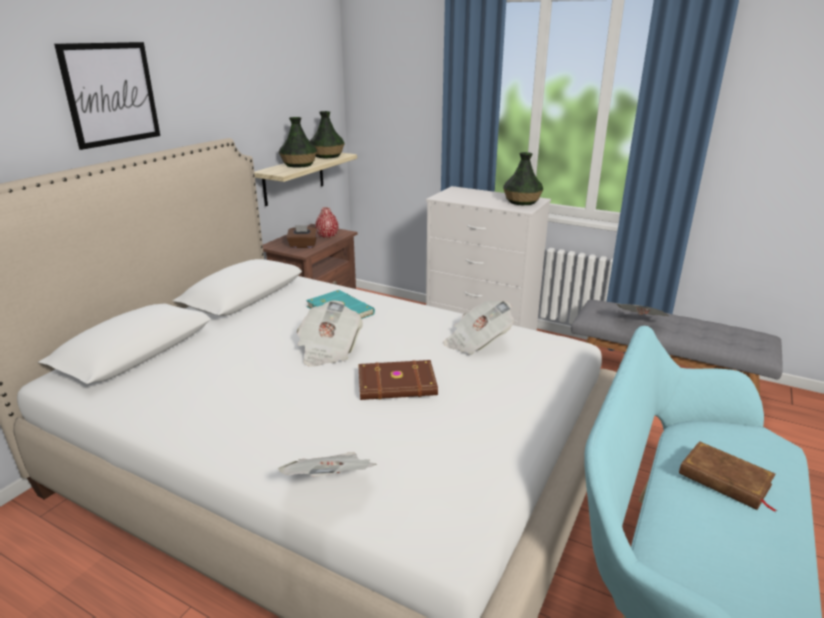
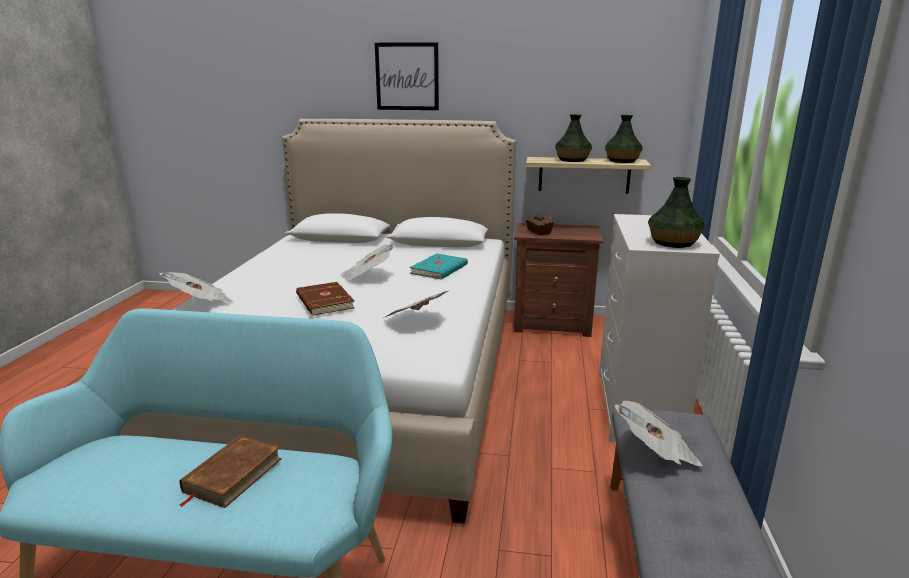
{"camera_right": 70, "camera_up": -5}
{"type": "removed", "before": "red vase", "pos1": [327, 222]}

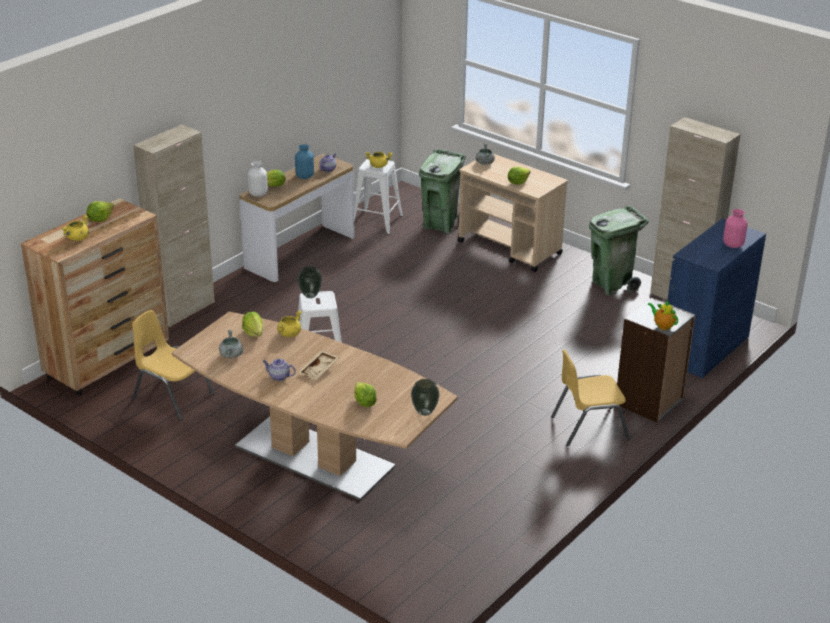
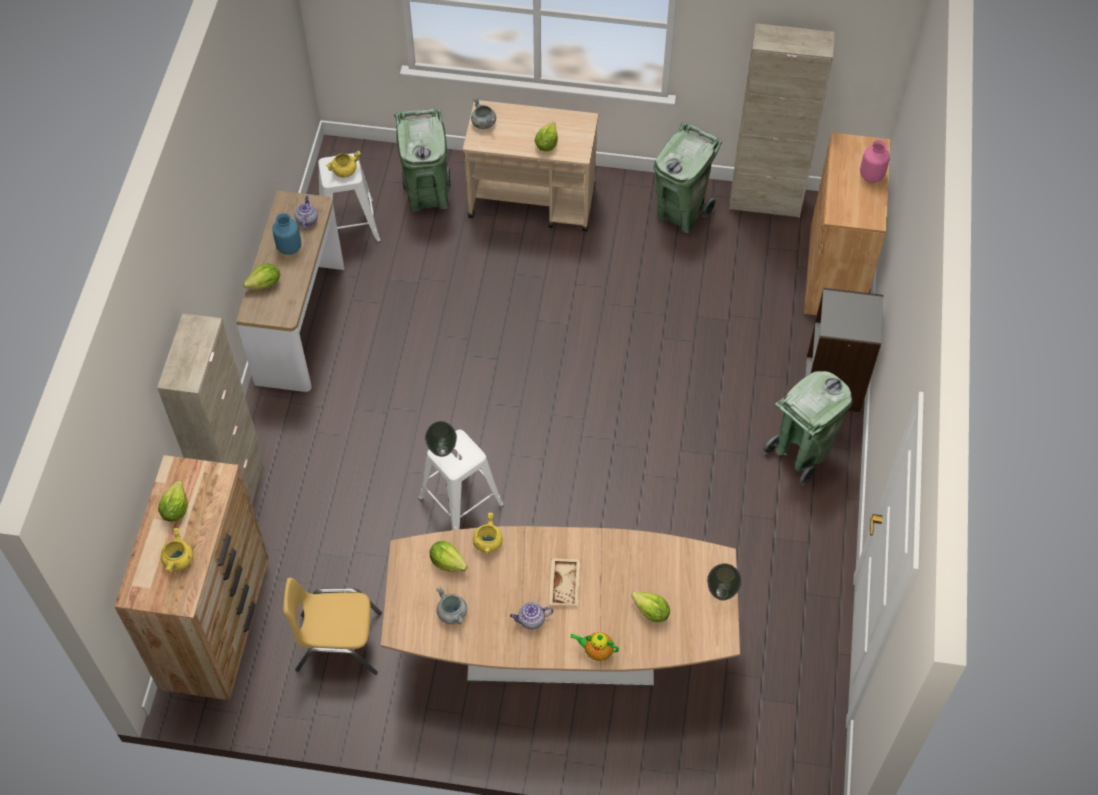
{"camera_right": -30, "camera_up": 25}
{"type": "removed", "before": "white vase", "pos1": [258, 179]}
{"type": "moved", "before": "teapot", "pos1": [662, 315], "pos2": [594, 646]}
{"type": "replaced", "before": "yellow chair", "after": "green trash can", "pos1": [590, 398], "pos2": [808, 428]}
{"type": "recoloured", "before": "blue cabinet", "after": "brown cabinet", "pos1": [716, 298], "pos2": [847, 223]}

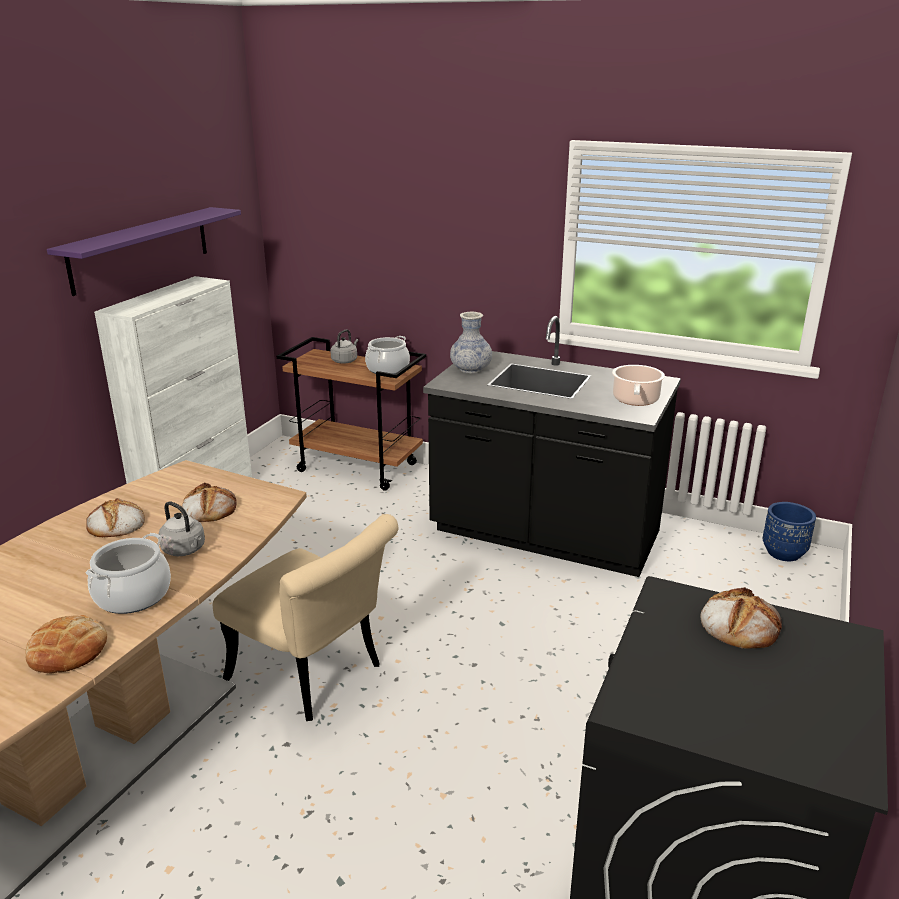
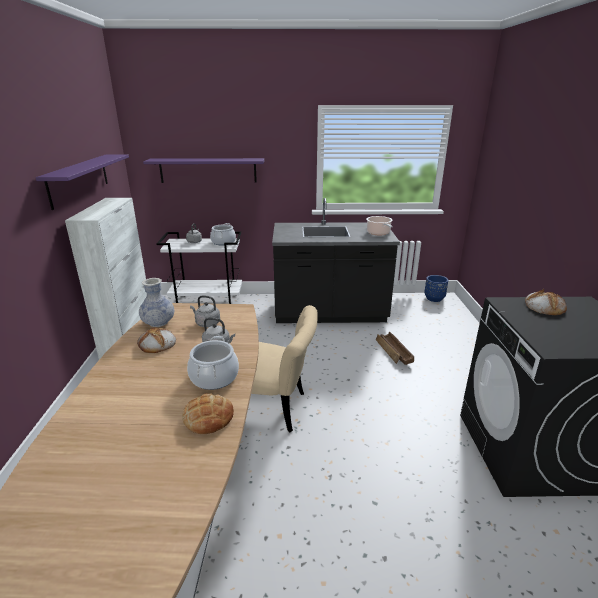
{"camera_right": -25, "camera_up": 0}
{"type": "added", "after": "purple shelf", "pos2": [204, 170]}
{"type": "added", "after": "crate", "pos2": [395, 348]}
{"type": "moved", "before": "vase", "pos1": [471, 342], "pos2": [156, 302]}
{"type": "replaced", "before": "bread", "after": "grey kettle", "pos1": [209, 502], "pos2": [205, 311]}
{"type": "recoloured", "before": "brown cart", "after": "white cart", "pos1": [351, 414], "pos2": [199, 268]}

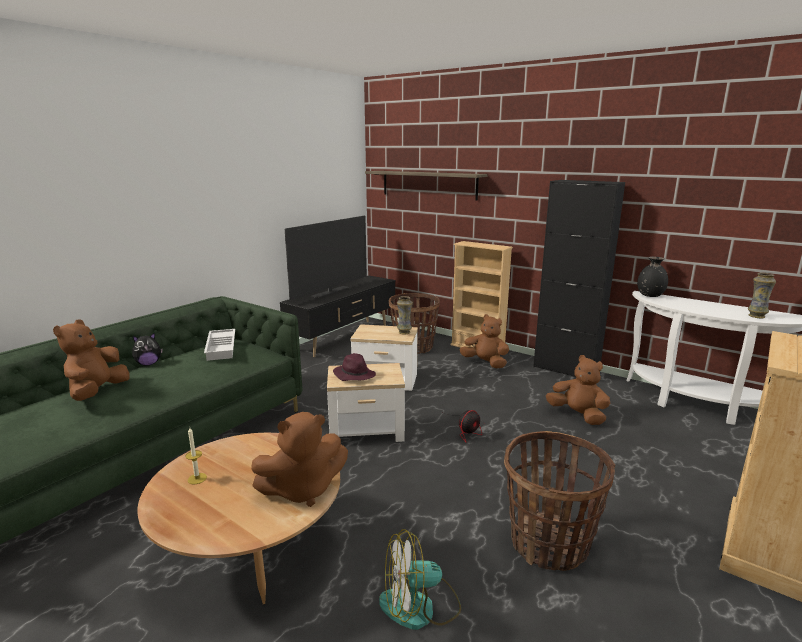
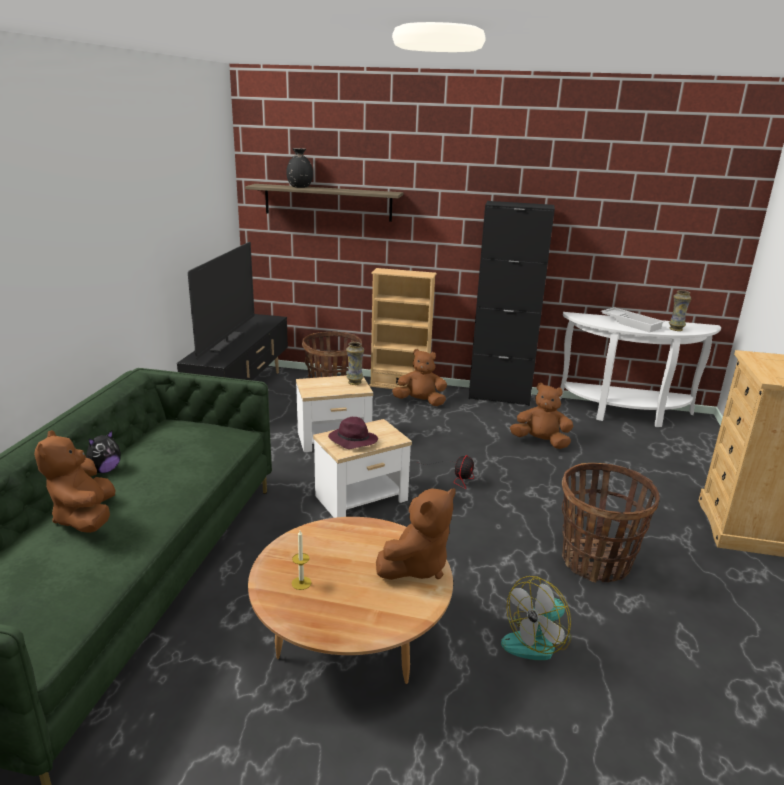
{"camera_right": -25, "camera_up": 5}
{"type": "moved", "before": "white tray", "pos1": [219, 345], "pos2": [633, 320]}
{"type": "moved", "before": "black vase", "pos1": [652, 277], "pos2": [299, 168]}

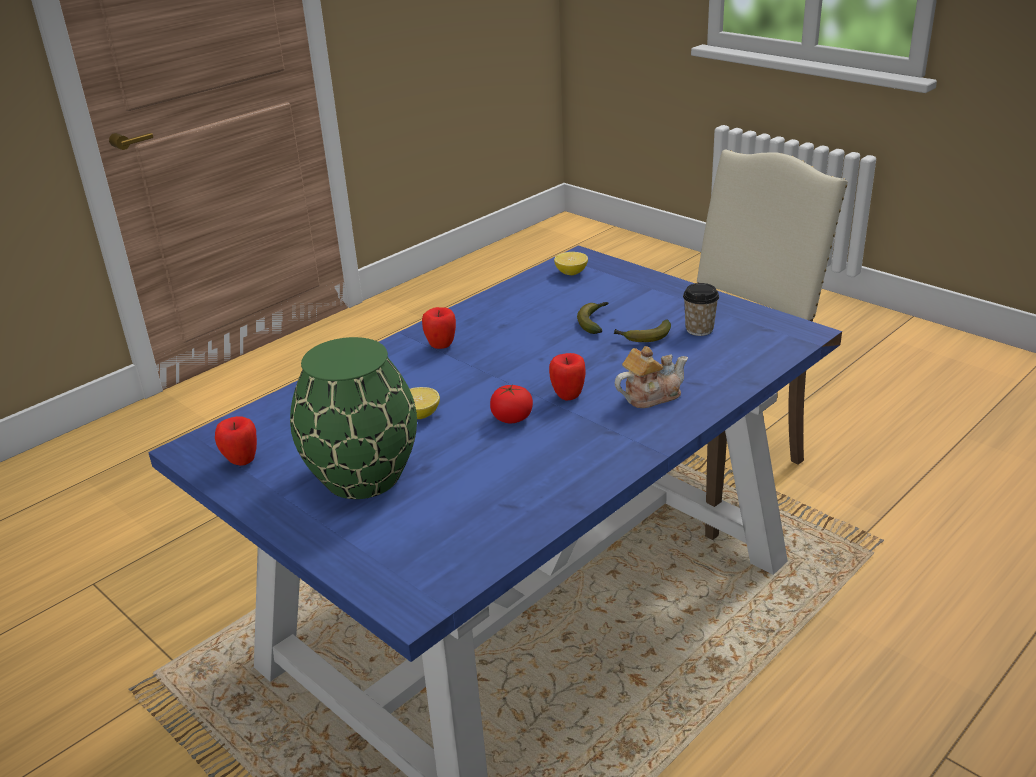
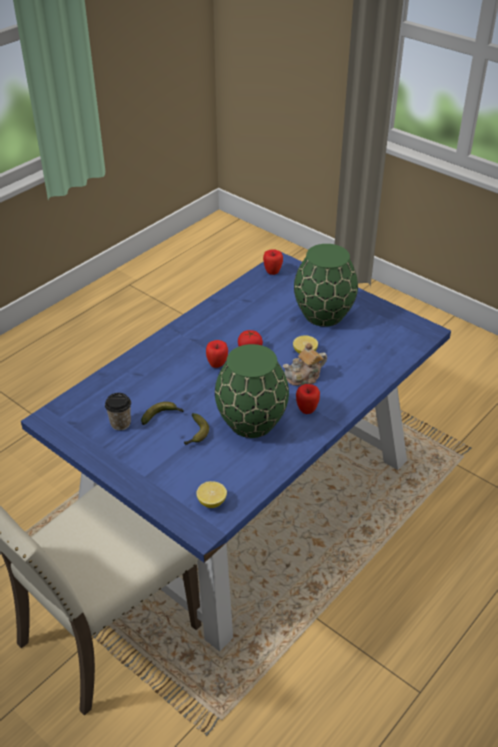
{"camera_right": 175, "camera_up": 10}
{"type": "added", "after": "green vase", "pos2": [252, 391]}
{"type": "moved", "before": "apple", "pos1": [236, 441], "pos2": [273, 262]}
{"type": "moved", "before": "teapot", "pos1": [651, 377], "pos2": [305, 364]}

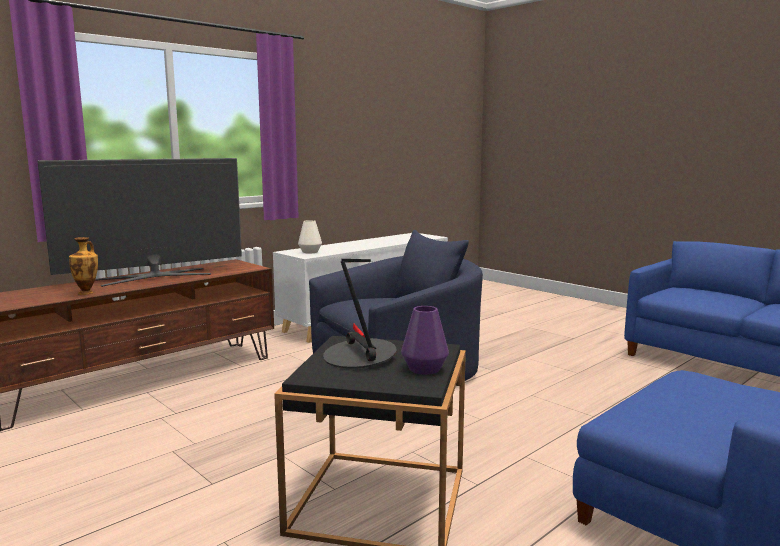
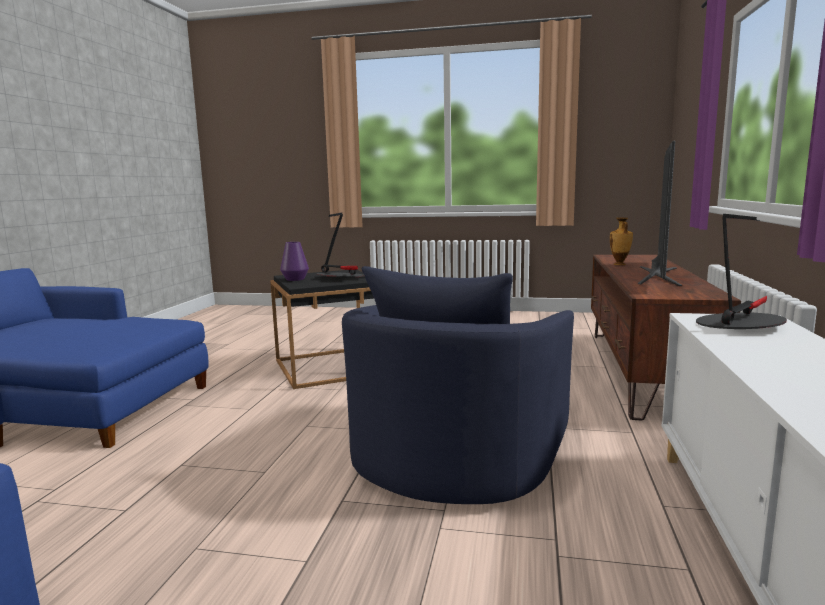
{"camera_right": 145, "camera_up": 0}
{"type": "replaced", "before": "white vase", "after": "table lamp", "pos1": [310, 236], "pos2": [741, 271]}

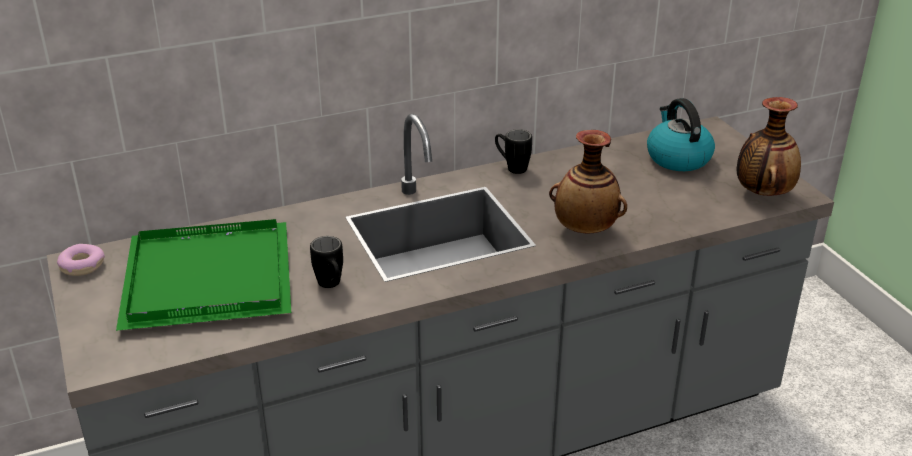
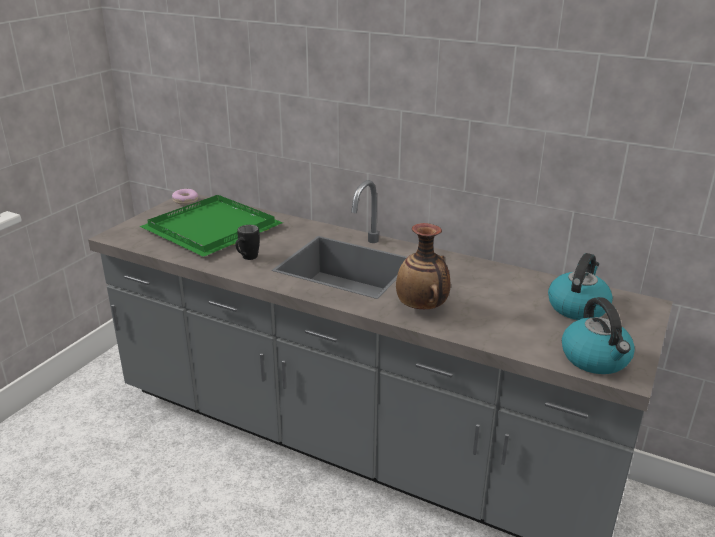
{"camera_right": 50, "camera_up": -5}
{"type": "removed", "before": "black mug", "pos1": [513, 151]}
{"type": "replaced", "before": "vase", "after": "kettle", "pos1": [769, 146], "pos2": [598, 335]}

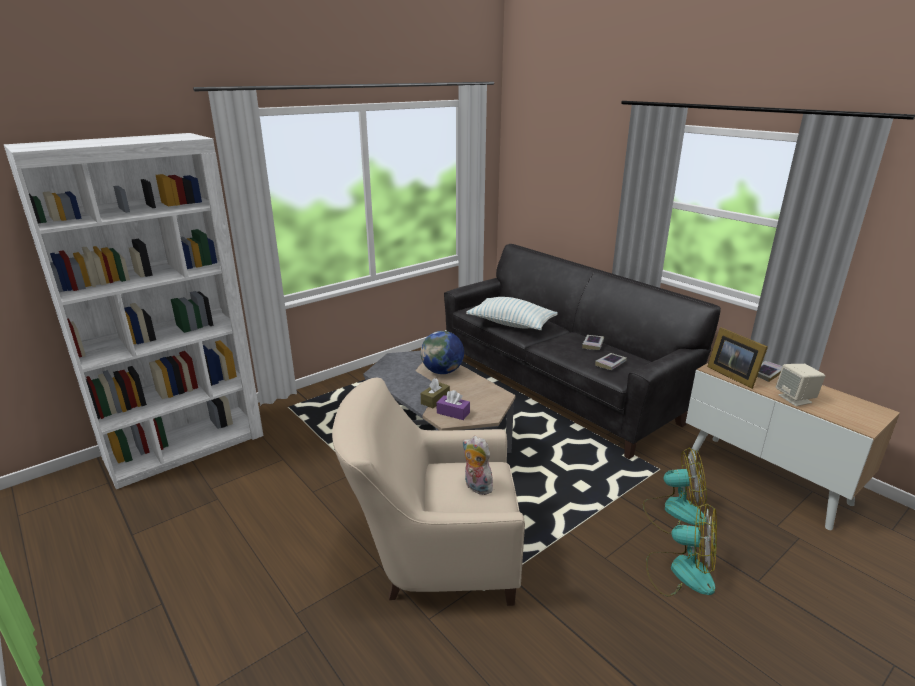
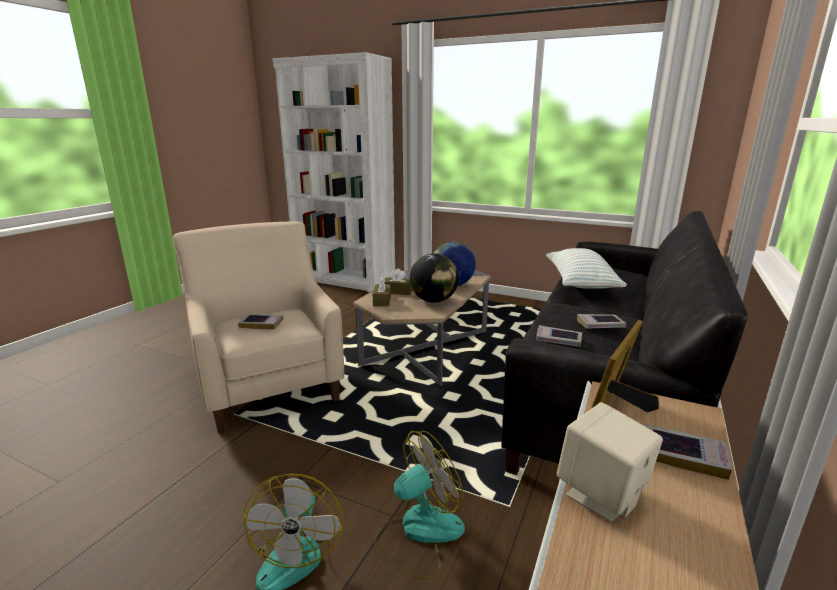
{"camera_right": 65, "camera_up": -5}
{"type": "added", "after": "globe", "pos2": [434, 278]}
{"type": "replaced", "before": "plush toy", "after": "book", "pos1": [478, 465], "pos2": [261, 322]}
{"type": "recoloured", "before": "purple tissue box", "after": "brown tissue box", "pos1": [453, 405], "pos2": [382, 291]}
{"type": "turned", "before": "fan", "pos1": [675, 491], "pos2": [419, 505], "turn": -105}

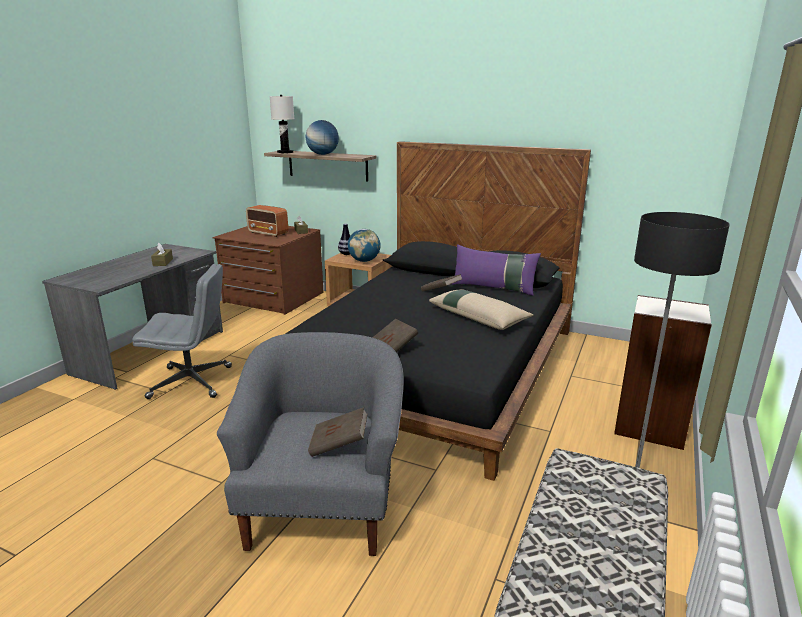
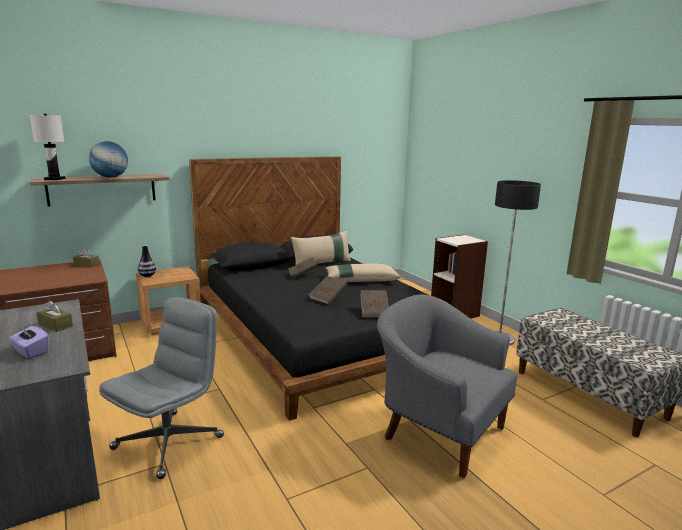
{"camera_right": -55, "camera_up": -5}
{"type": "removed", "before": "radio", "pos1": [267, 221]}
{"type": "removed", "before": "globe", "pos1": [364, 245]}
{"type": "added", "after": "purple tissue box", "pos2": [29, 341]}
{"type": "moved", "before": "brown book", "pos1": [338, 432], "pos2": [327, 290]}
{"type": "recoloured", "before": "purple pillow", "after": "beige pillow", "pos1": [496, 270], "pos2": [320, 247]}

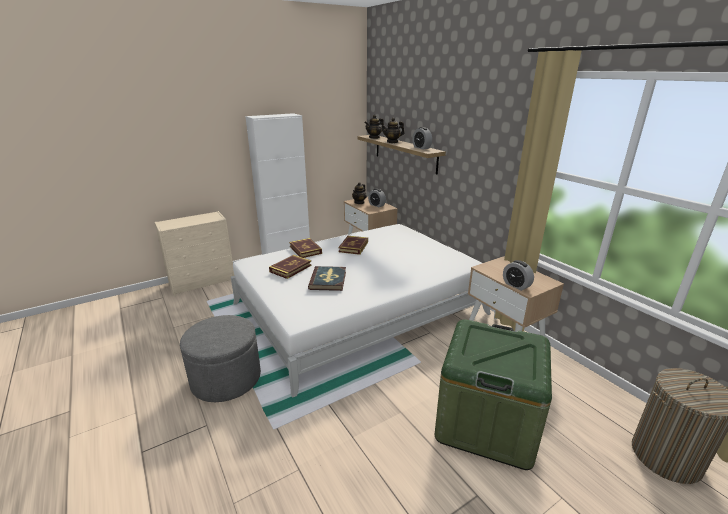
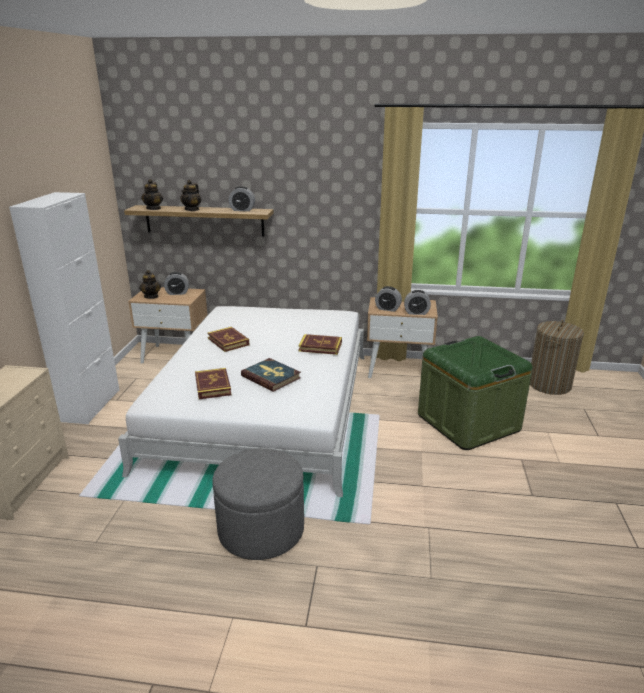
{"camera_right": -50, "camera_up": 0}
{"type": "added", "after": "alarm clock", "pos2": [388, 299]}
{"type": "moved", "before": "book", "pos1": [305, 248], "pos2": [320, 344]}

